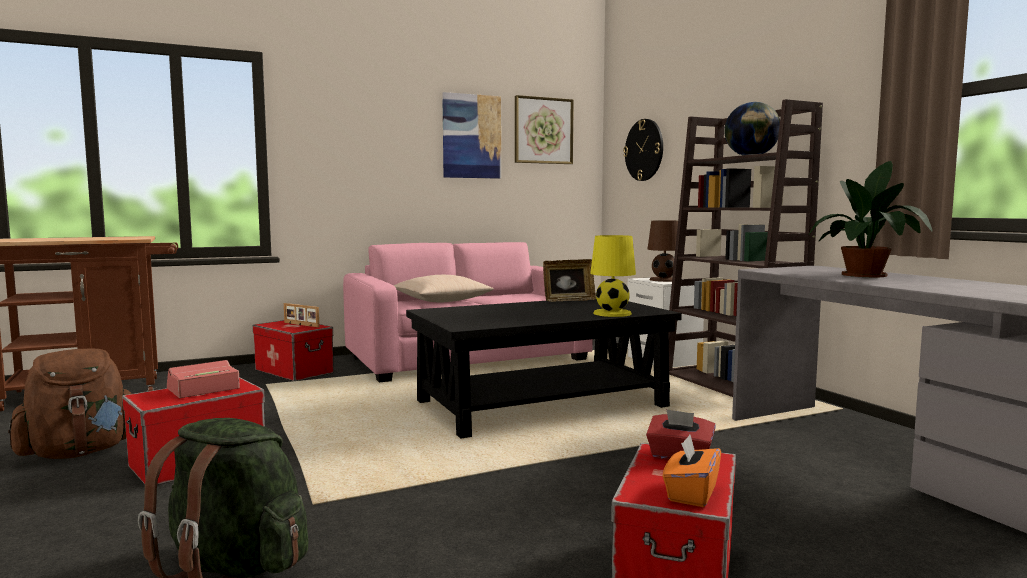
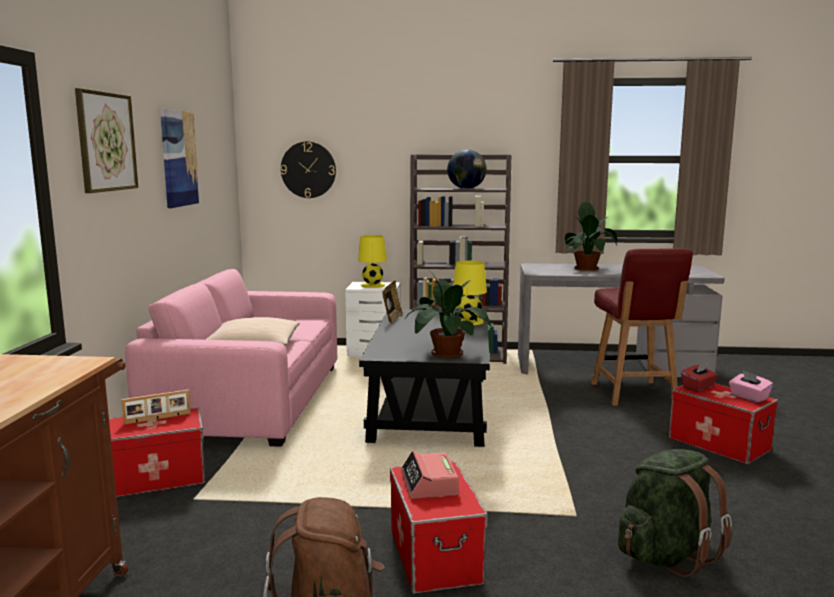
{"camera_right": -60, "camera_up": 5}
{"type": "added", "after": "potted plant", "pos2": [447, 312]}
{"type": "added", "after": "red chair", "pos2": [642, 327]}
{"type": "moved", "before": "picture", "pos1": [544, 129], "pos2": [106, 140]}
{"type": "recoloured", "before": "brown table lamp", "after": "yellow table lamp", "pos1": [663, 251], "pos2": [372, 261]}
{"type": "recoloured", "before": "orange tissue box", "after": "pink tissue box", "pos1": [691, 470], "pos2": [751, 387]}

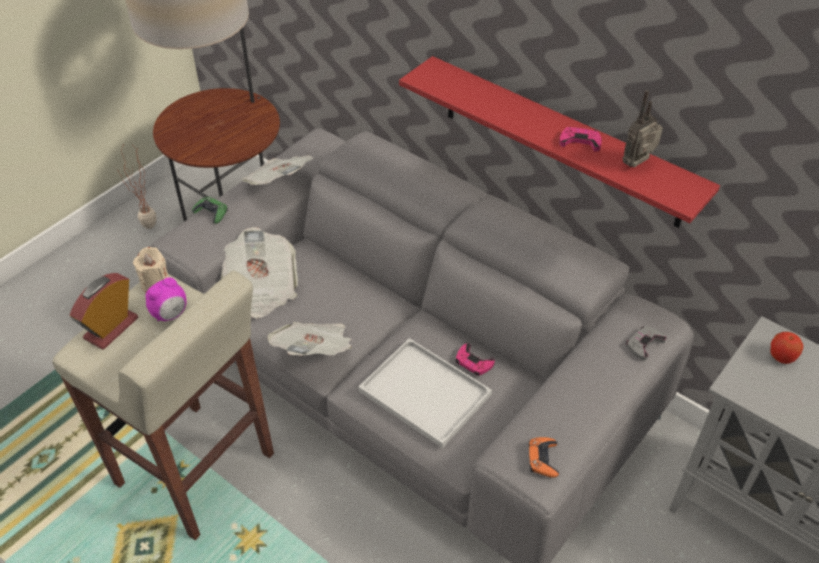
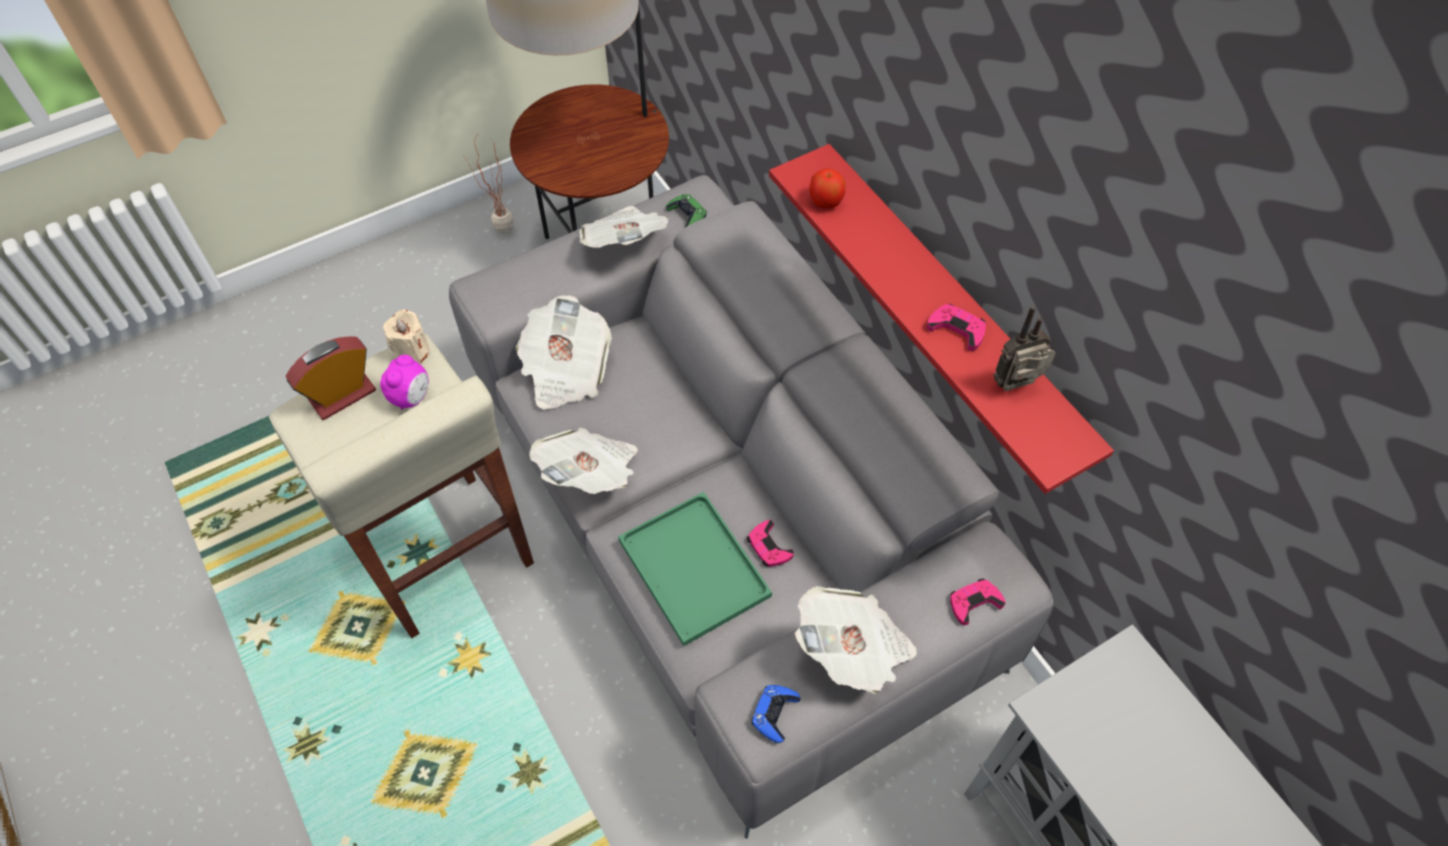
{"camera_right": 20, "camera_up": 10}
{"type": "added", "after": "newspaper", "pos2": [856, 640]}
{"type": "moved", "before": "green game controller", "pos1": [210, 210], "pos2": [686, 210]}
{"type": "moved", "before": "apple", "pos1": [786, 348], "pos2": [827, 188]}
{"type": "recoloured", "before": "white tray", "after": "green tray", "pos1": [425, 393], "pos2": [695, 569]}
{"type": "recoloured", "before": "orange game controller", "after": "blue game controller", "pos1": [544, 457], "pos2": [776, 714]}
{"type": "recoloured", "before": "grey game controller", "after": "pink game controller", "pos1": [646, 343], "pos2": [978, 602]}
{"type": "turned", "before": "alarm clock", "pos1": [166, 299], "pos2": [404, 382], "turn": -45}

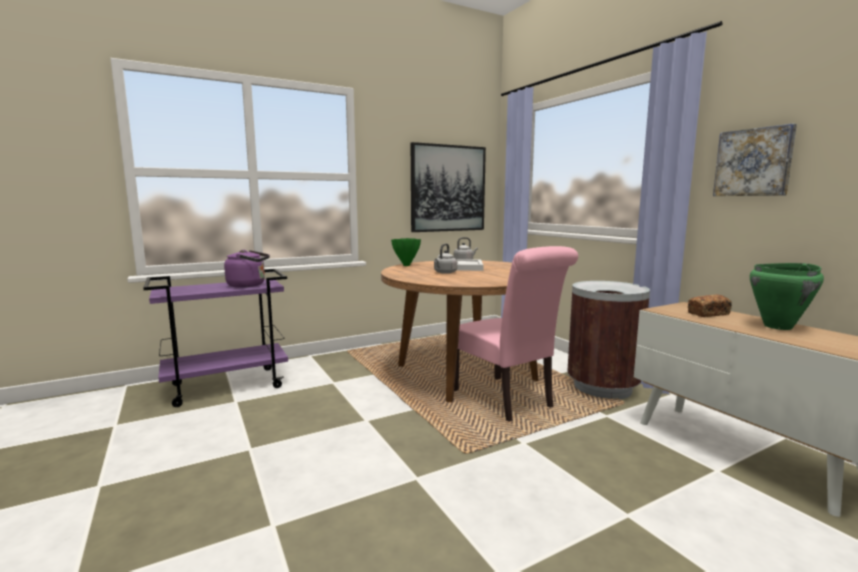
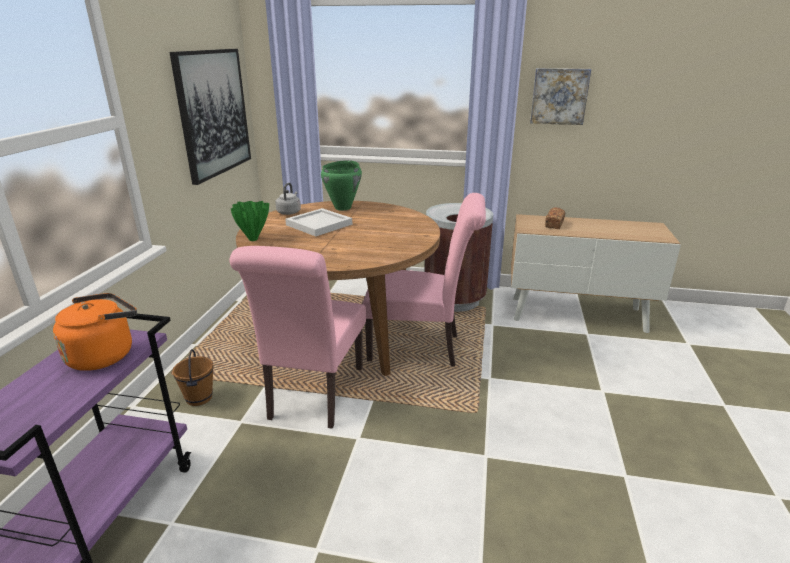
{"camera_right": -50, "camera_up": 15}
{"type": "removed", "before": "grey kettle", "pos1": [445, 258]}
{"type": "added", "after": "brown bucket", "pos2": [193, 377]}
{"type": "added", "after": "pink chair", "pos2": [298, 337]}
{"type": "moved", "before": "green cooking pot", "pos1": [787, 296], "pos2": [341, 185]}
{"type": "recoloured", "before": "purple kettle", "after": "orange kettle", "pos1": [247, 269], "pos2": [95, 332]}

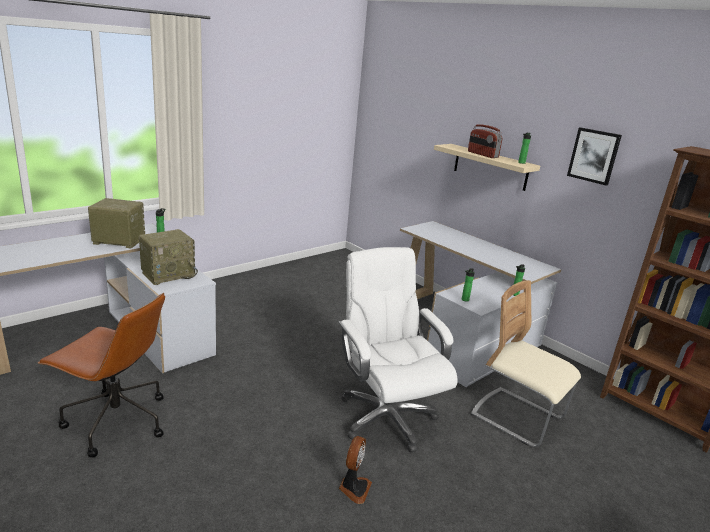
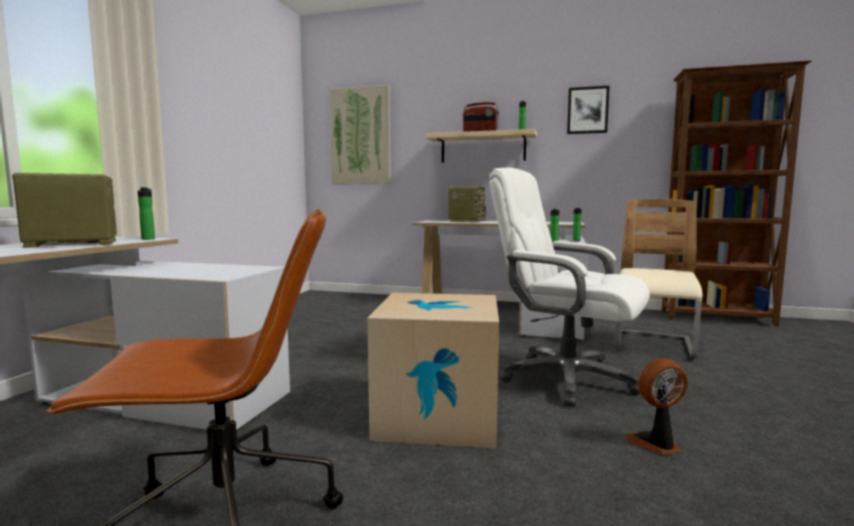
{"camera_right": -30, "camera_up": -15}
{"type": "added", "after": "picture", "pos2": [360, 134]}
{"type": "added", "after": "cardboard box", "pos2": [433, 370]}
{"type": "moved", "before": "radio", "pos1": [168, 257], "pos2": [467, 204]}
{"type": "turned", "before": "fan", "pos1": [355, 470], "pos2": [656, 406], "turn": -90}
{"type": "turned", "before": "beige chair", "pos1": [526, 363], "pos2": [659, 279], "turn": 105}

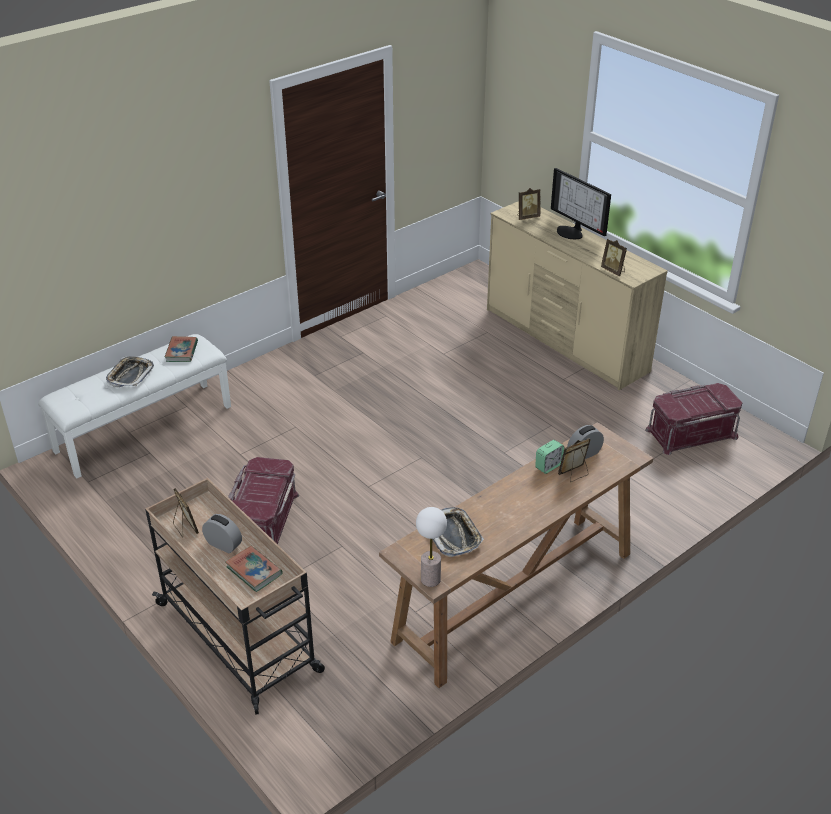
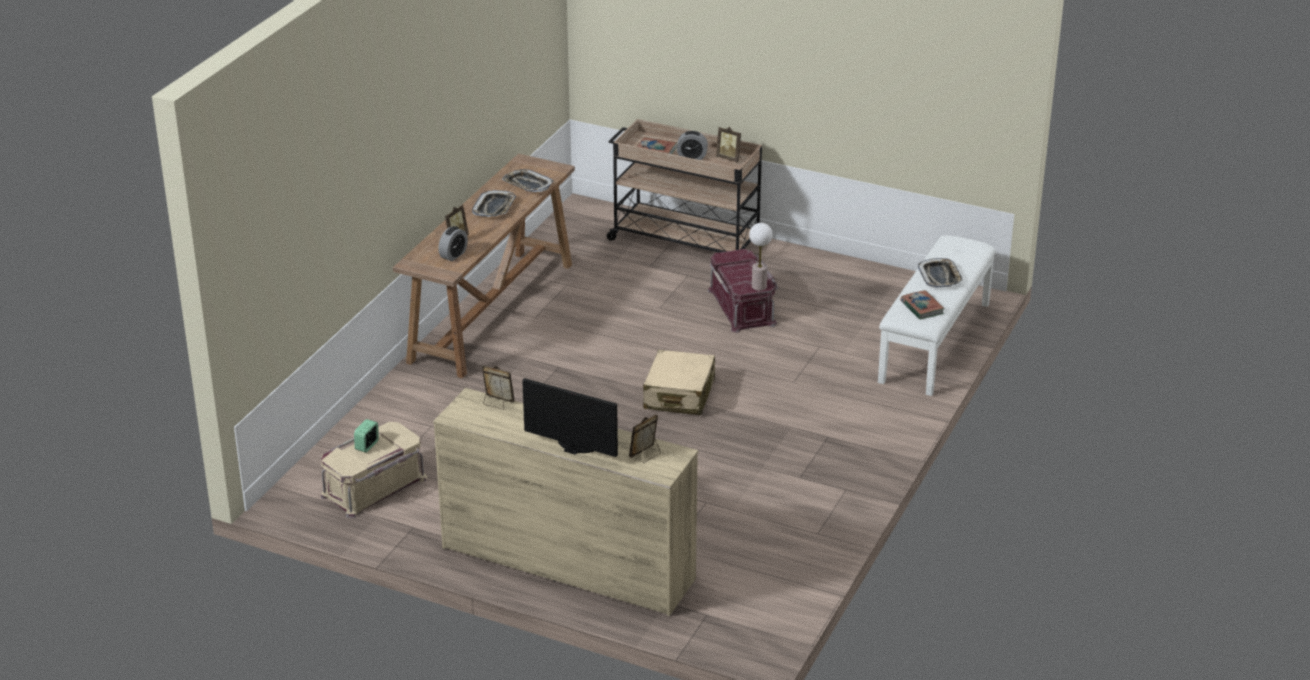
{"camera_right": 155, "camera_up": -5}
{"type": "added", "after": "tray", "pos2": [494, 203]}
{"type": "added", "after": "beige suitcase", "pos2": [679, 382]}
{"type": "moved", "before": "table lamp", "pos1": [431, 547], "pos2": [761, 257]}
{"type": "moved", "before": "alarm clock", "pos1": [549, 457], "pos2": [366, 435]}
{"type": "recoloured", "before": "red storage box", "after": "beige storage box", "pos1": [693, 419], "pos2": [374, 470]}

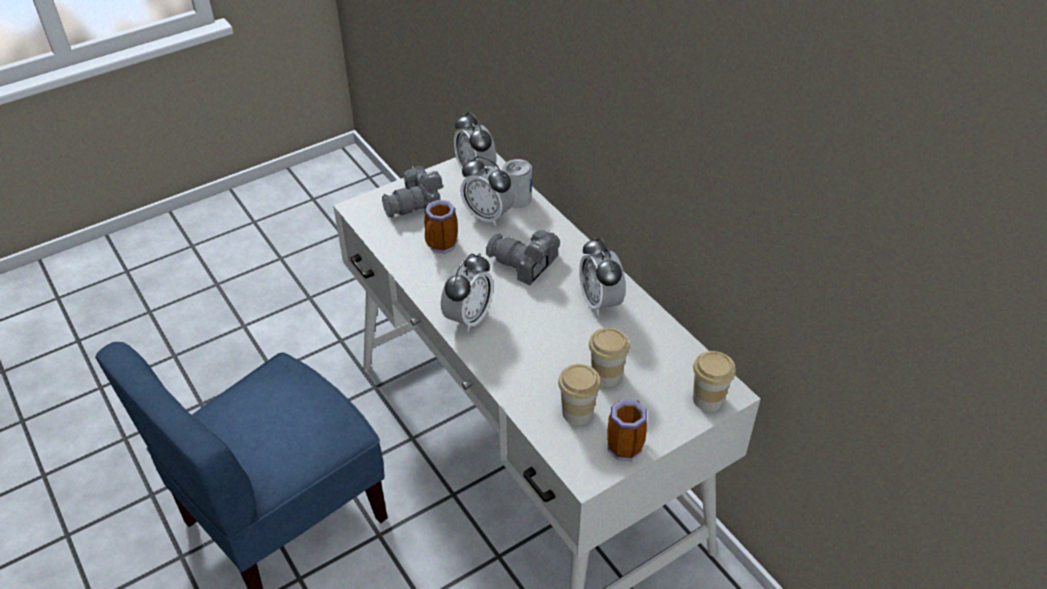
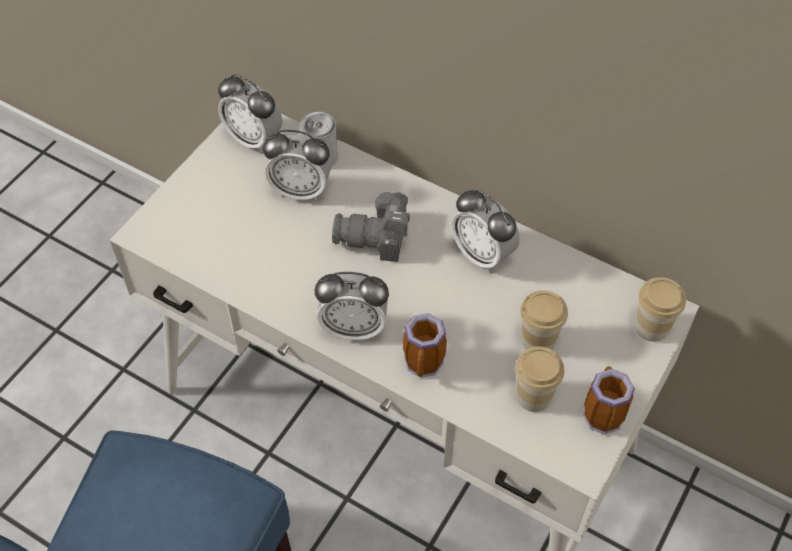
{"camera_right": -25, "camera_up": 10}
{"type": "removed", "before": "photo camera", "pos1": [412, 192]}
{"type": "moved", "before": "mug", "pos1": [441, 227], "pos2": [425, 345]}
{"type": "turned", "before": "alarm clock", "pos1": [467, 292], "pos2": [352, 306], "turn": 90}

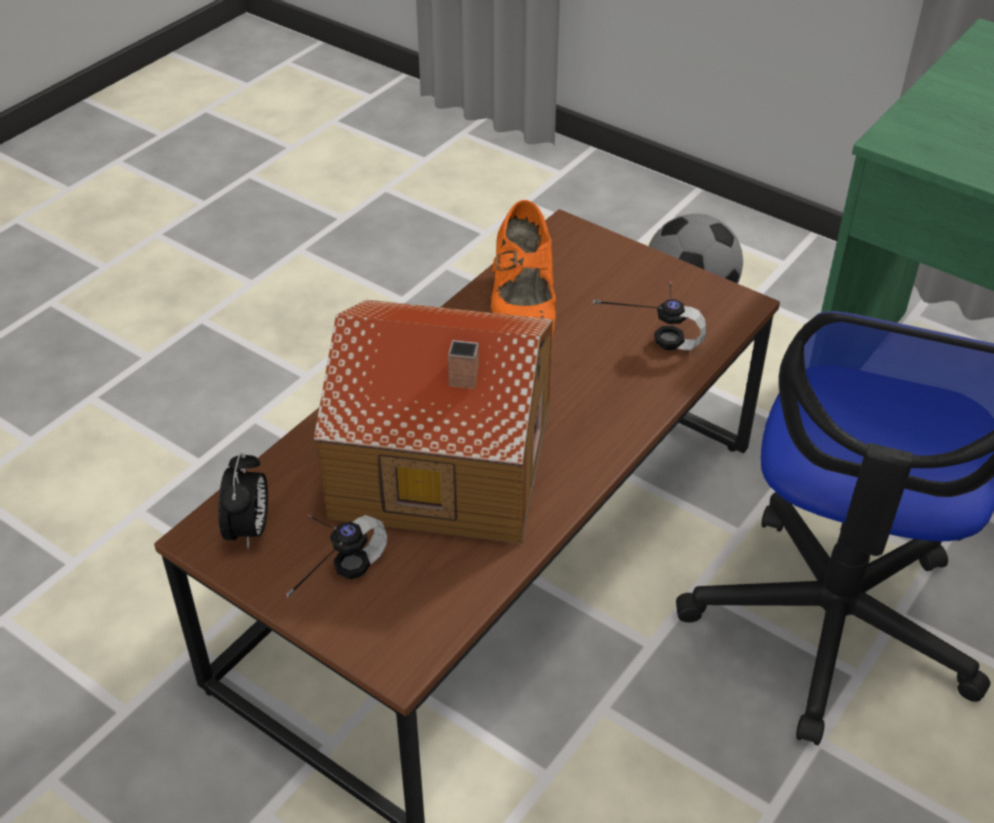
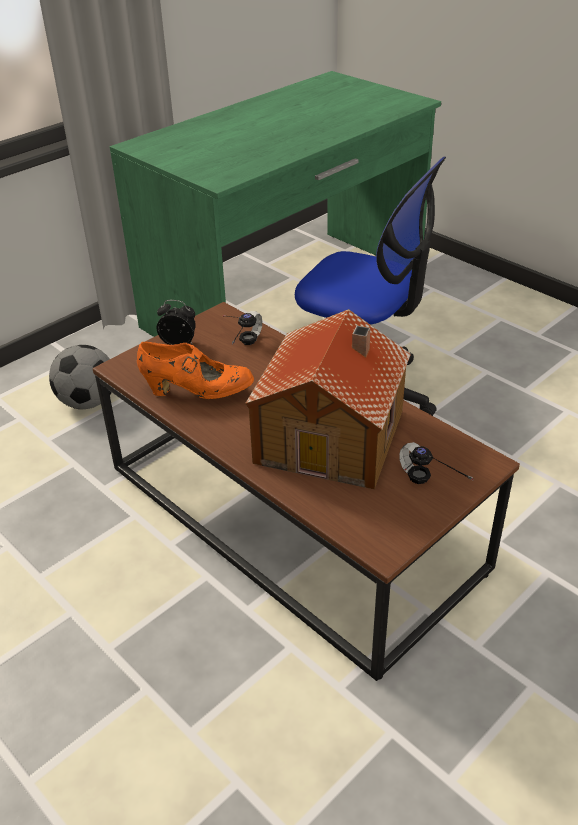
{"camera_right": -80, "camera_up": -5}
{"type": "moved", "before": "alarm clock", "pos1": [243, 501], "pos2": [176, 322]}

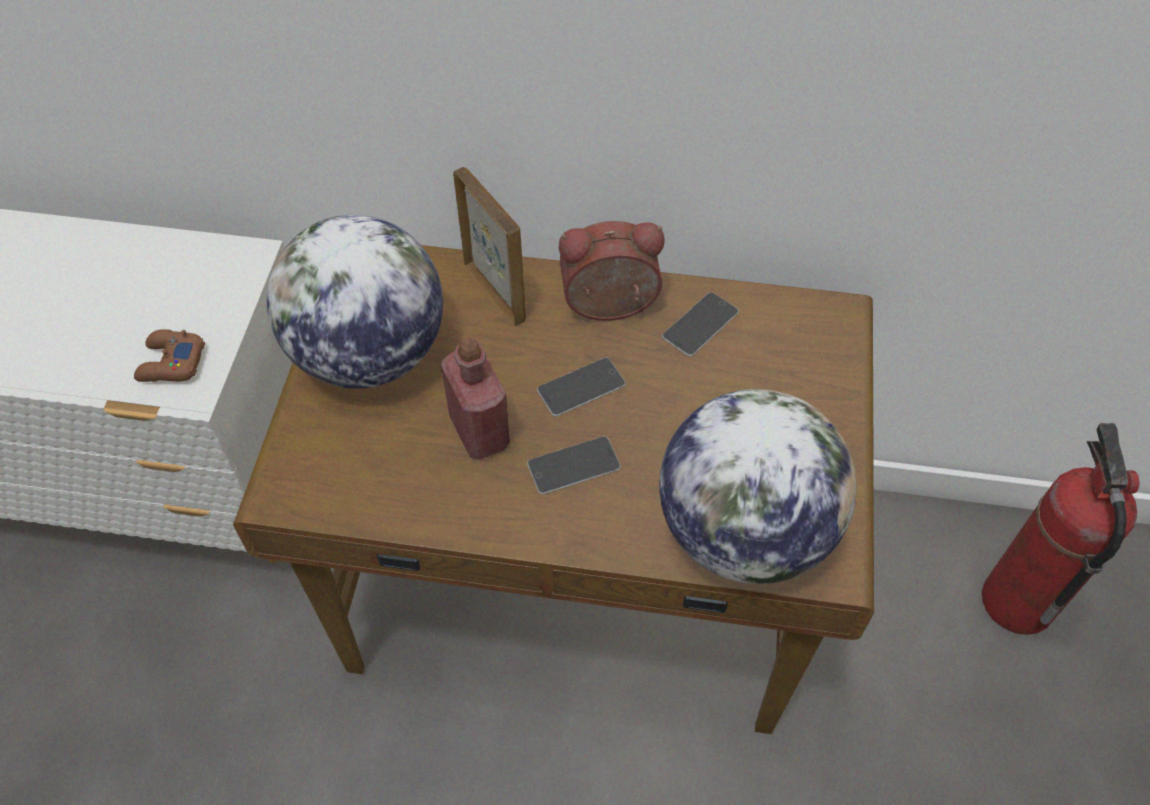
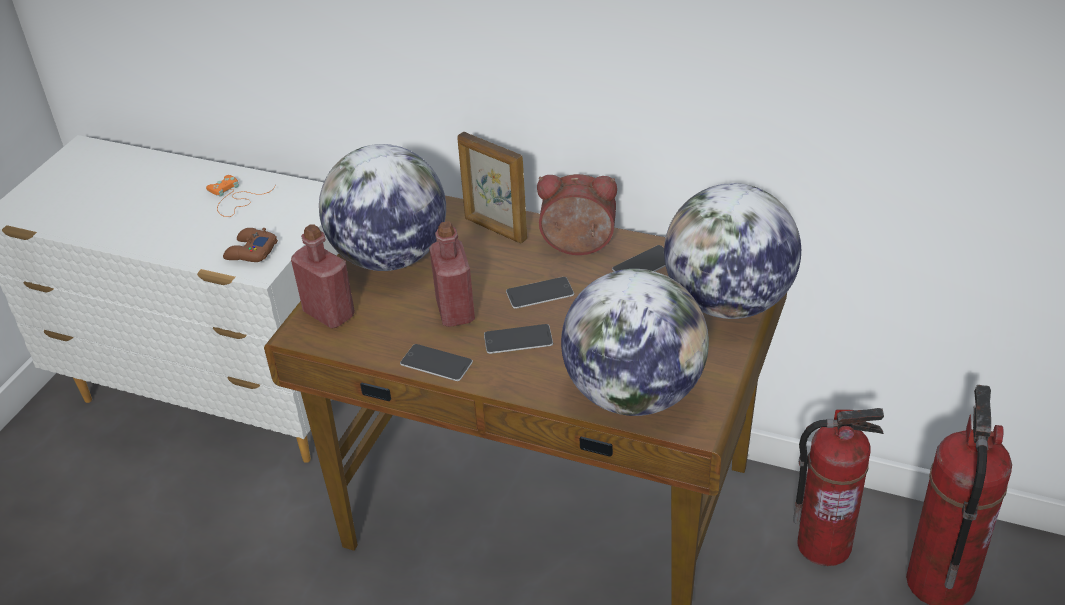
{"camera_right": 15, "camera_up": -15}
{"type": "added", "after": "orange game controller", "pos2": [241, 196]}
{"type": "added", "after": "red bottle", "pos2": [323, 276]}
{"type": "added", "after": "phone", "pos2": [436, 362]}
{"type": "added", "after": "globe", "pos2": [732, 251]}
{"type": "added", "after": "fire extinguisher", "pos2": [838, 487]}
{"type": "turned", "before": "picture frame", "pos1": [489, 247], "pos2": [492, 188], "turn": 150}

